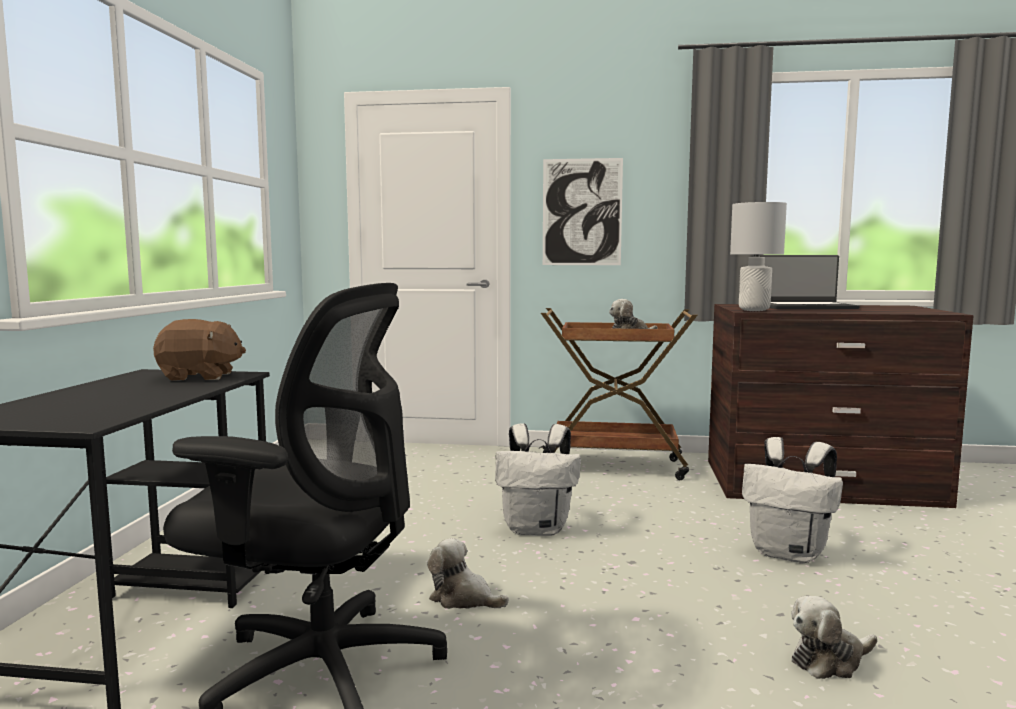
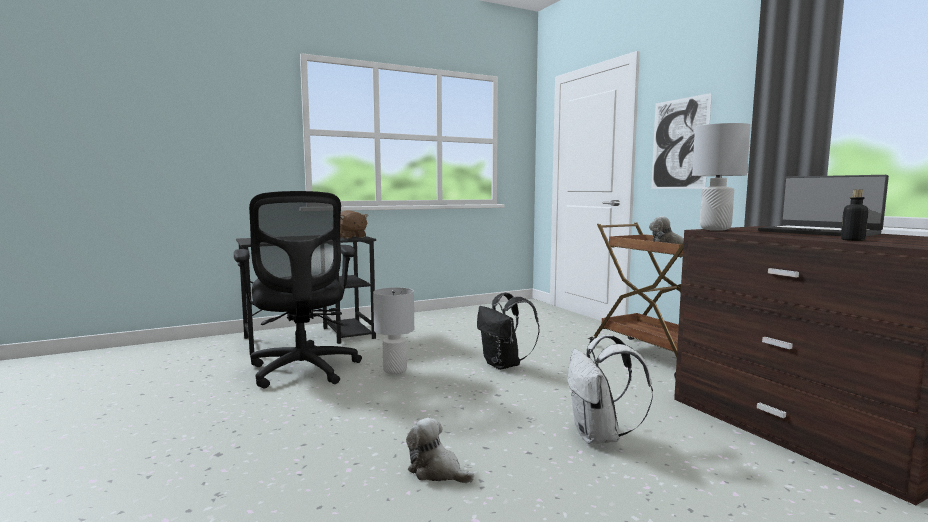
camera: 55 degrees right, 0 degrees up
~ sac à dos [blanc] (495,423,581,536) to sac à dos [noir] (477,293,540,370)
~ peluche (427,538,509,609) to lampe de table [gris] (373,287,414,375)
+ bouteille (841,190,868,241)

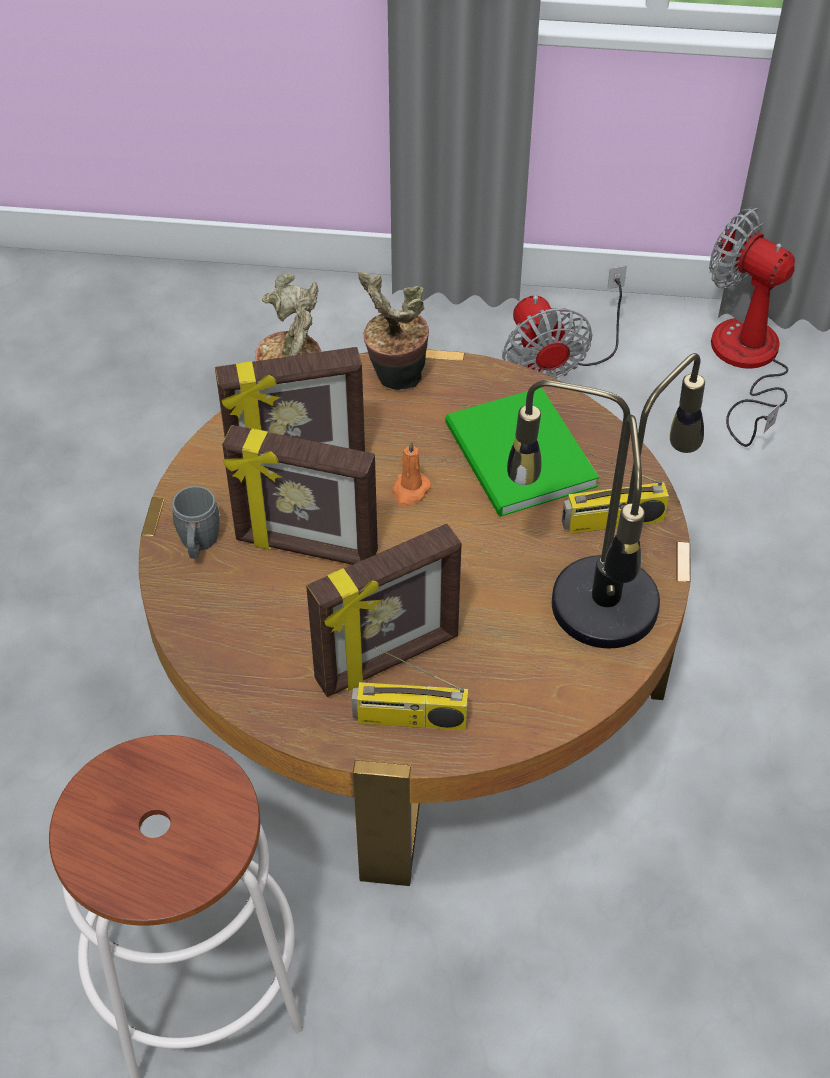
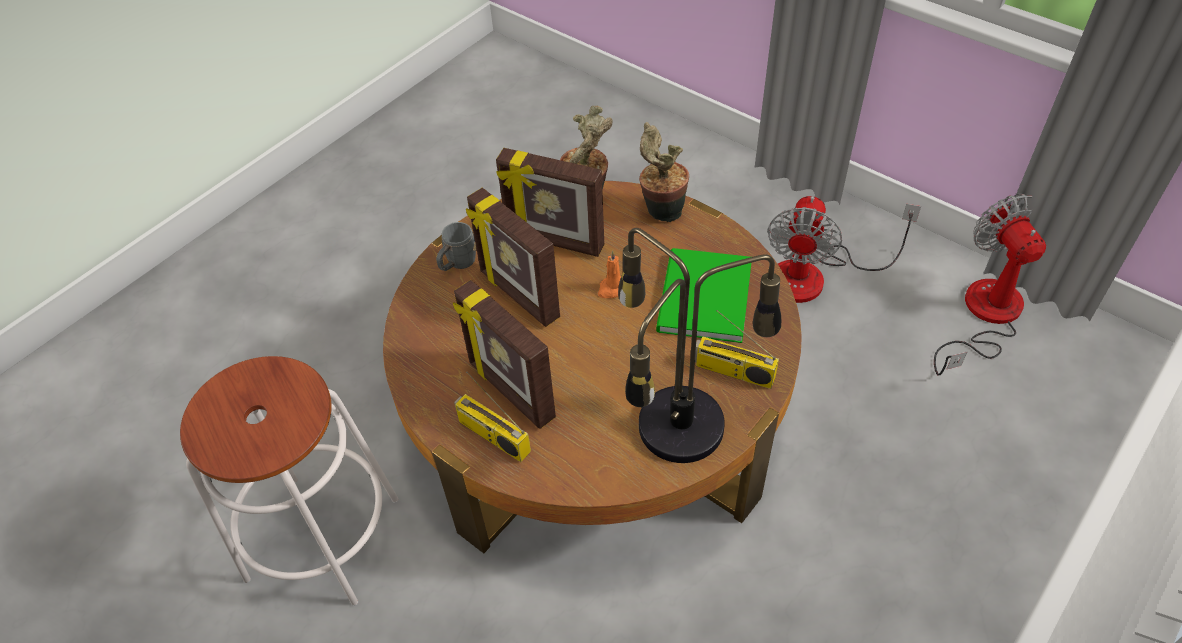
camera: 35 degrees right, 0 degrees up
~ cadre photo (306,524,462,697) = (453,280,556,429) 45 degrees clockwise

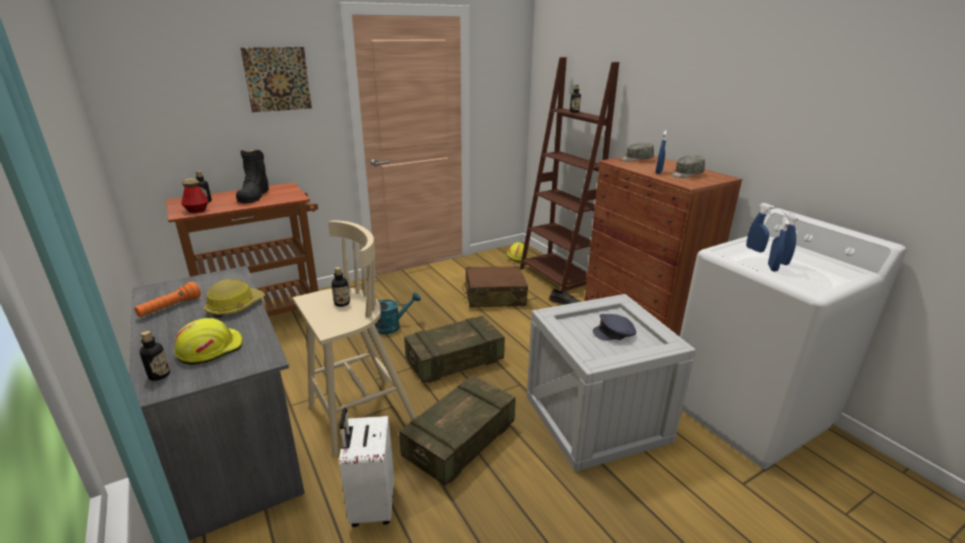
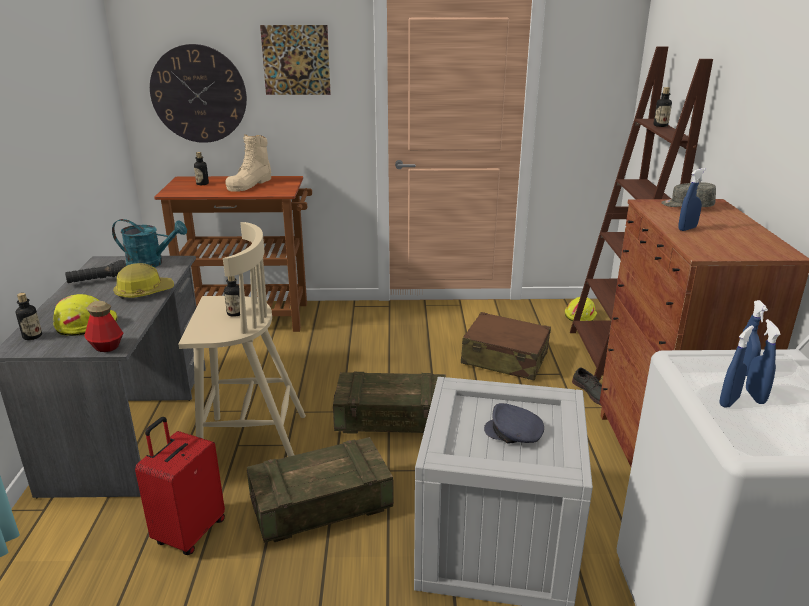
camera: 30 degrees right, 0 degrees up
~ botte [noir] (236,150,269,203) to botte [beige] (226,134,271,192)
- casquette [gris] (671,155,705,178)
~ bouteille (181,178,208,213) to (84,301,123,352)
~ lampe de poche [orange] (134,282,201,317) to lampe de poche [noir] (65,260,126,283)
~ arrosoir [turquoise] (375,292,421,334) to (112,219,187,268)
~ valise [blanc] (339,408,394,527) to valise [rouge] (135,417,225,555)
+ horloge murale (150,44,247,143)

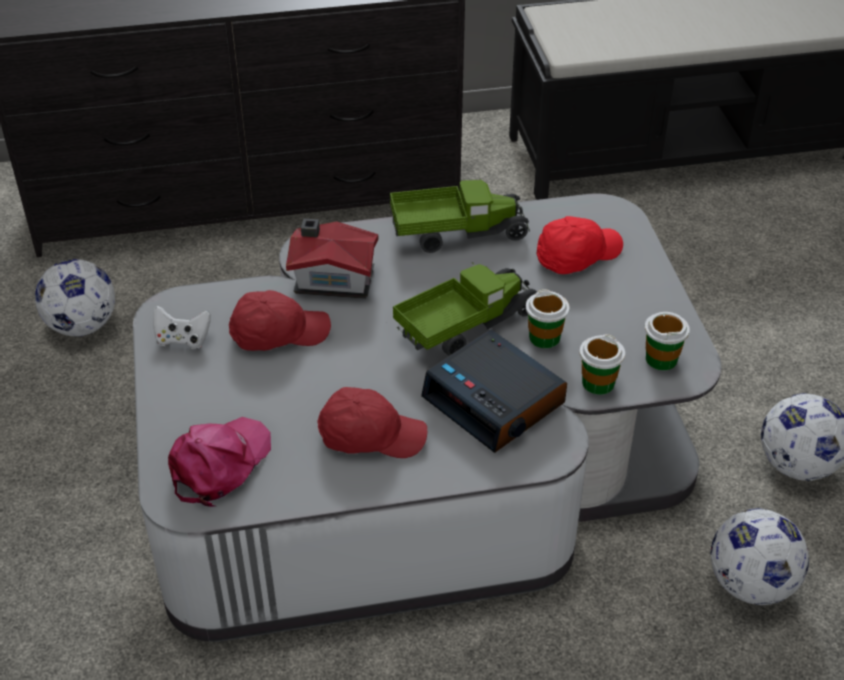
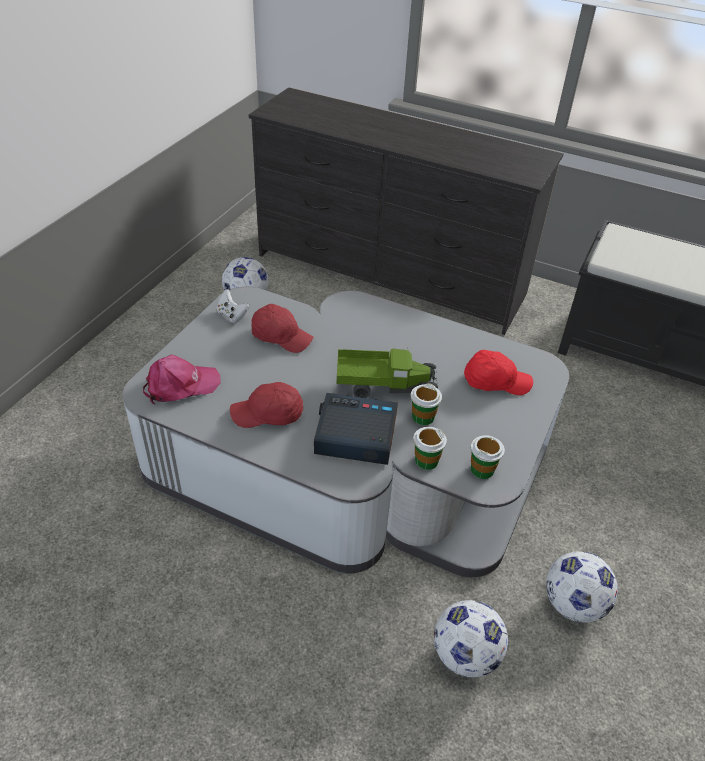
camera: 35 degrees right, 0 degrees up
- camion jouet (390,180,530,253)
- maison miniature (286,218,378,299)
~ réveil (421,329,567,453) = (314,393,398,465) 105 degrees clockwise
~ casquette [rouge] (317,387,427,458) = (230,382,303,428) 135 degrees clockwise

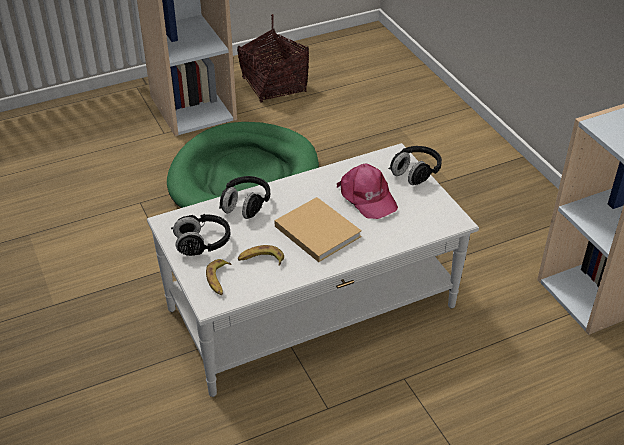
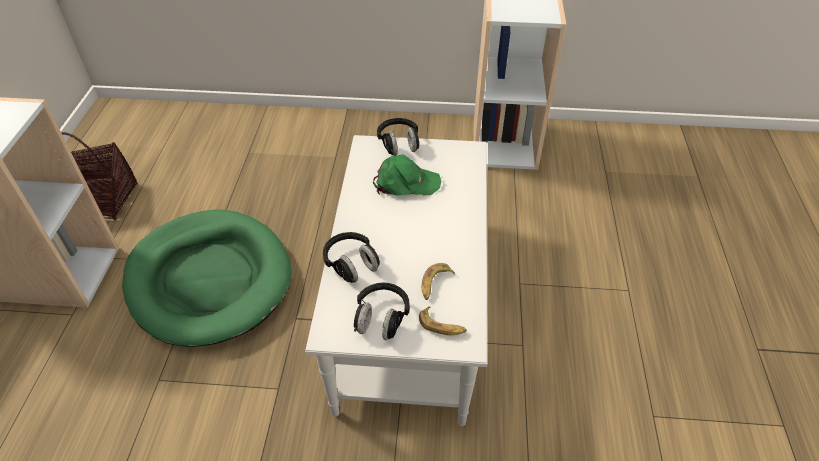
camera: 60 degrees left, 5 degrees up
~ casquette [rose] (337,163,398,219) to casquette [vert] (373,154,441,195)
- livre [beige] (274,197,362,262)

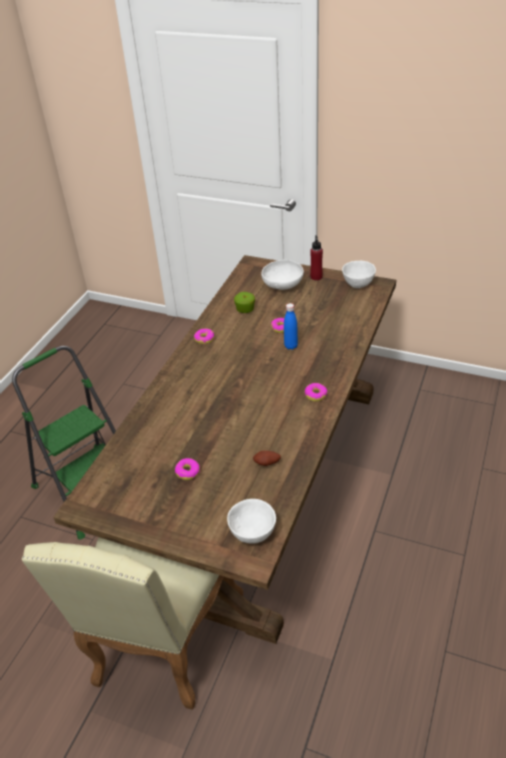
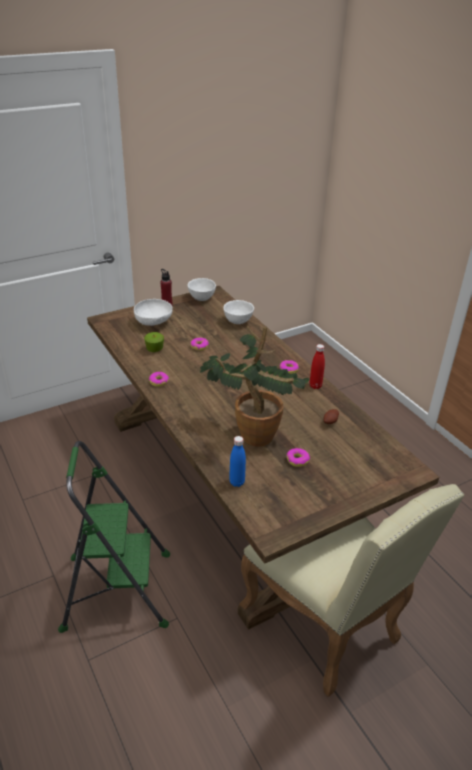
camera: 55 degrees left, 5 degrees down
~ bouteille [bleu] (284,303,298,350) to (229,436,246,487)
~ bol [blanc] (227,499,276,544) to (223,300,254,324)
+ plante en pot (199,326,309,447)
+ bouteille [rouge] (310,344,325,389)

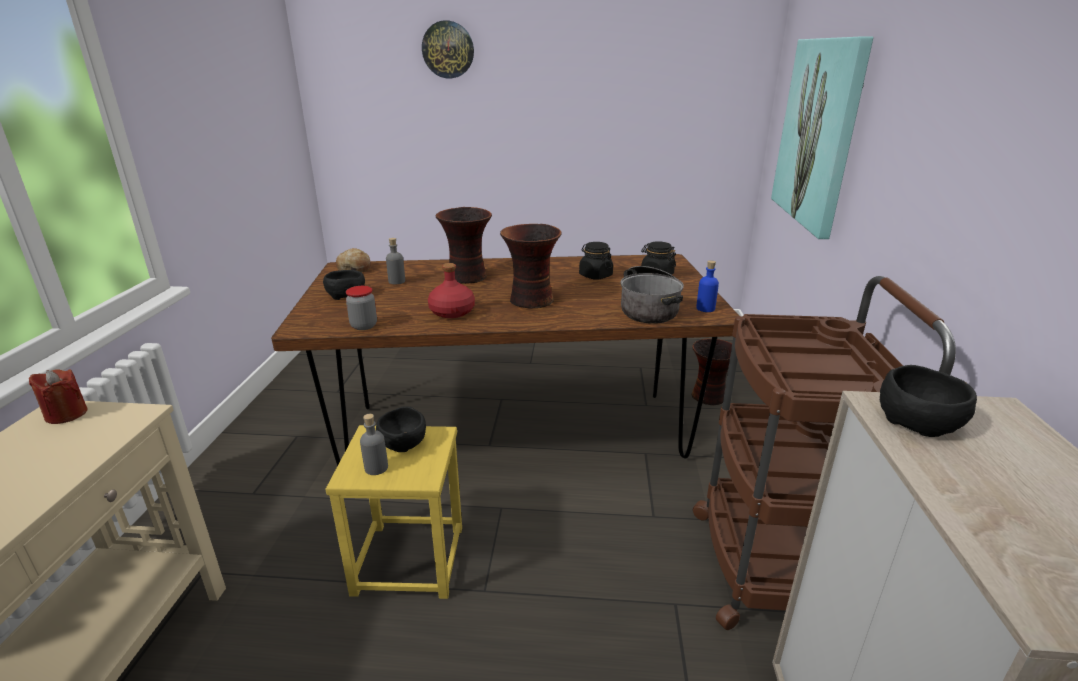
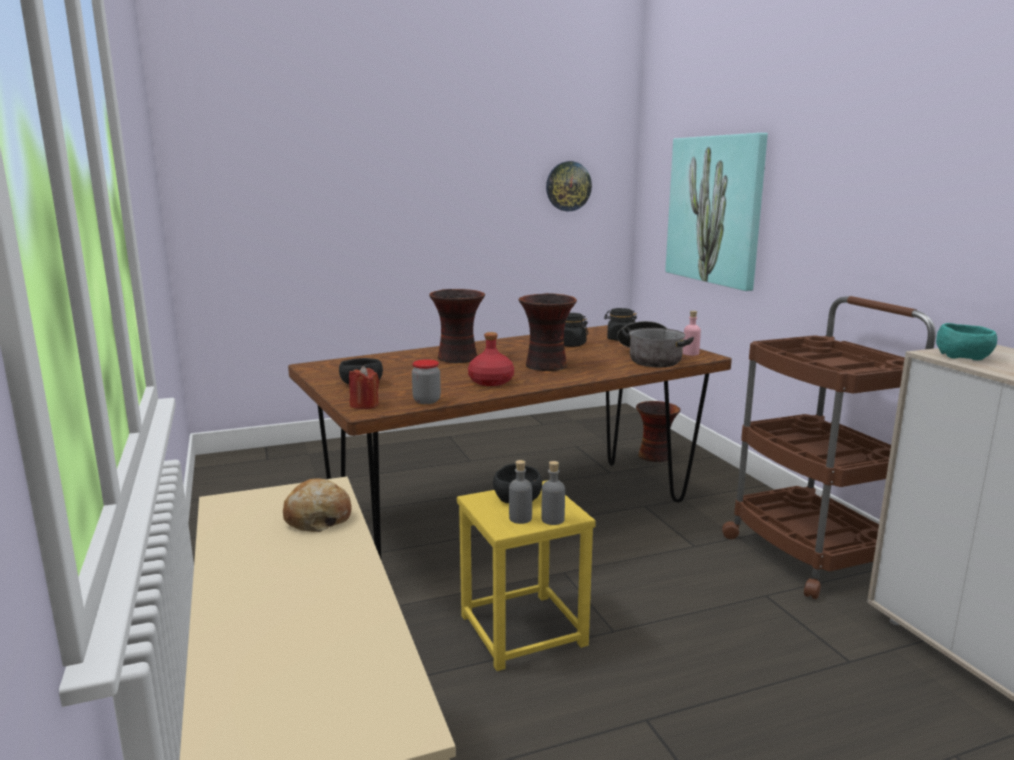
camera: 25 degrees left, 10 degrees down
~ horloge murale (422,20,474,78) to (546,161,592,211)
~ bouteille [gris] (386,238,405,284) to (542,461,565,525)
~ pain (336,248,371,272) to (283,479,351,532)
~ bouteille [bleu] (696,260,719,312) to bouteille [rose] (683,311,701,356)
~ bol [noir] (880,365,977,437) to bol [turquoise] (936,323,997,360)
~ bougie [rouge] (29,369,87,424) to (349,366,379,409)

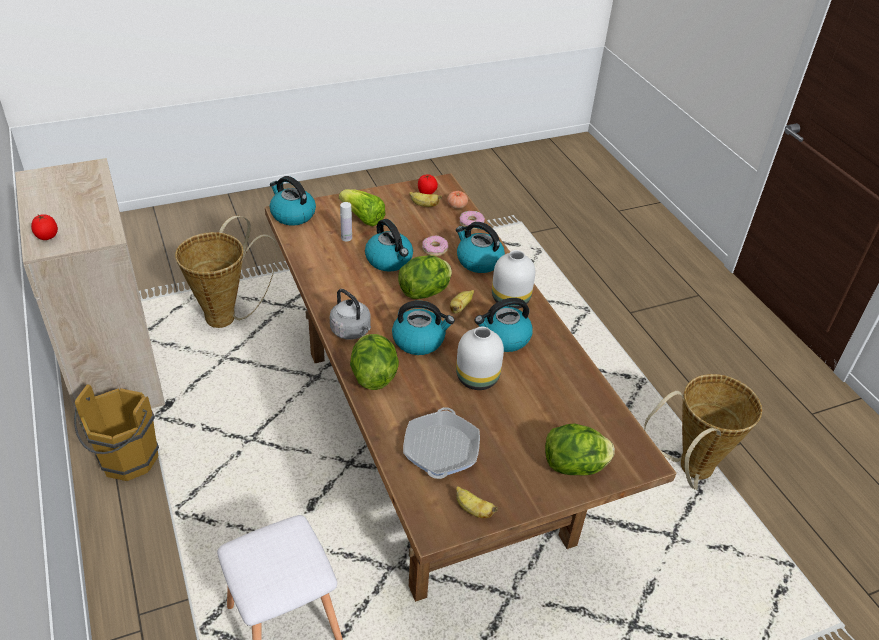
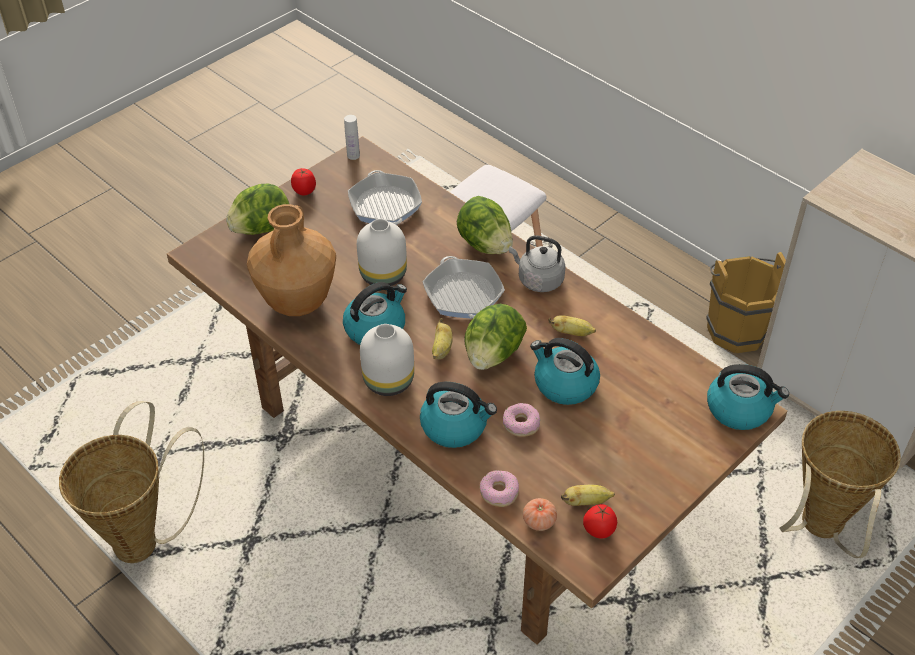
camera: 160 degrees right, 5 degrees up
- laitue (339,189,386,226)
~ bouteille [blanc] (340,202,352,241) to (344,115,360,160)
~ tomate (31,214,58,240) to (291,168,316,196)
~ bouilloire (392,301,455,355) to poêle (422,256,505,319)
~ banane (456,486,498,518) to (548,315,596,336)
+ vase [marron] (247,204,336,316)

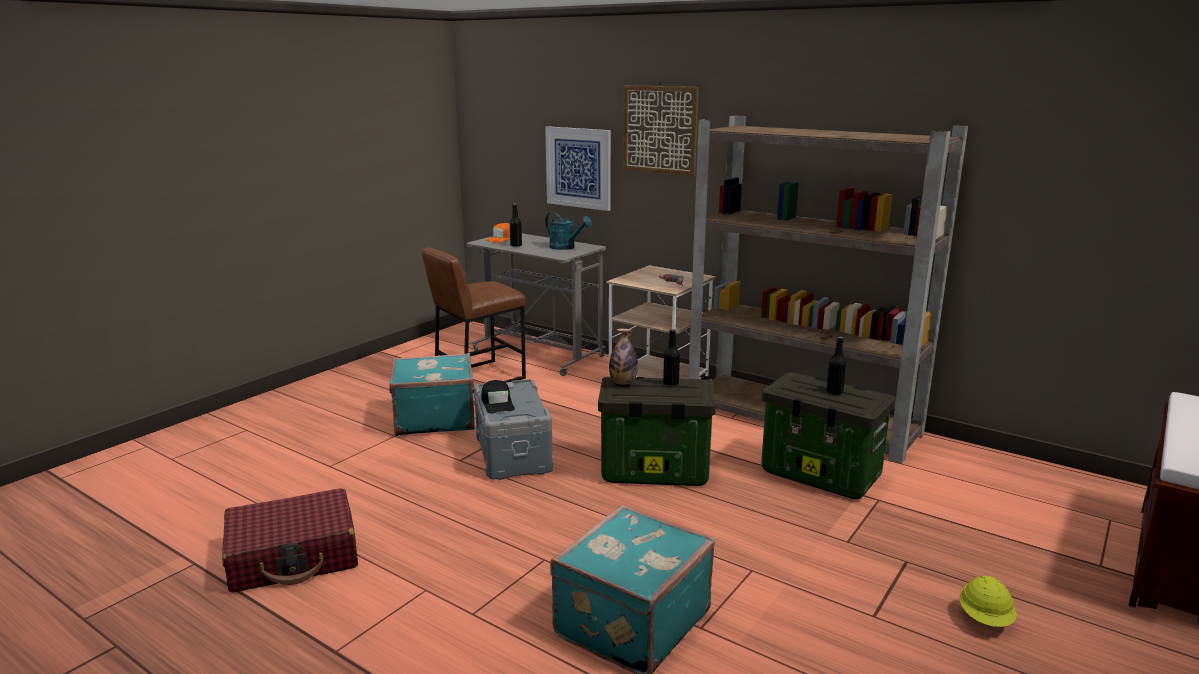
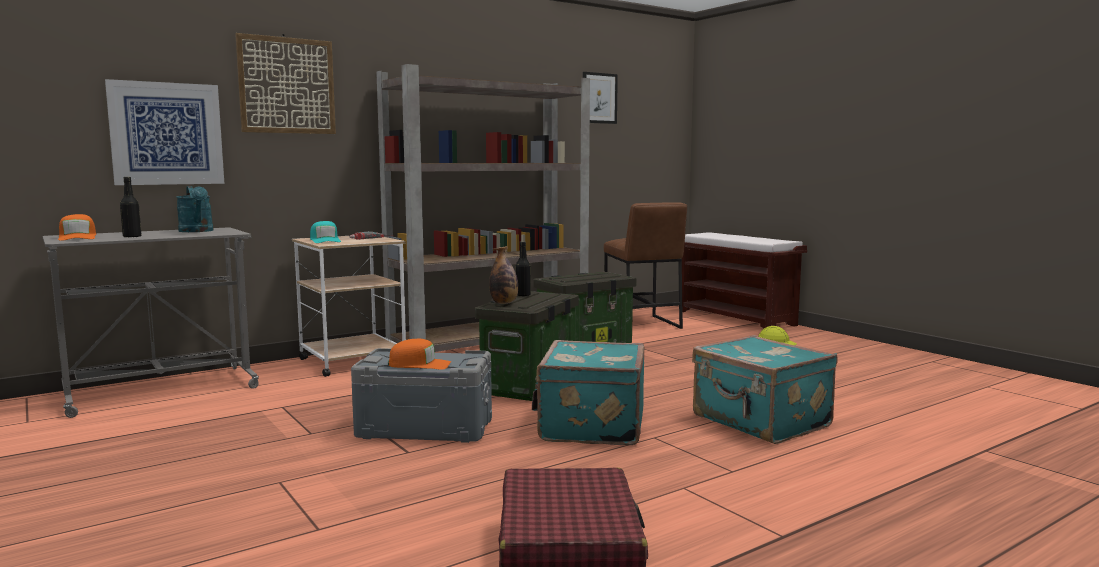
camera: 70 degrees left, 10 degrees down
~ arrosoir [turquoise] (545,212,592,250) = (177,186,213,232) 90 degrees clockwise
~ chaise [marron] (422,247,526,393) to (604,203,687,329)
- bouteille [noir] (826,336,846,395)
~ valise [turquoise] (389,353,475,436) to (532,340,644,445)
~ casquette [noir] (481,380,515,414) to casquette [orange] (388,339,451,370)
+ tableau (583,72,618,124)
+ casquette [turquoise] (310,221,341,243)

